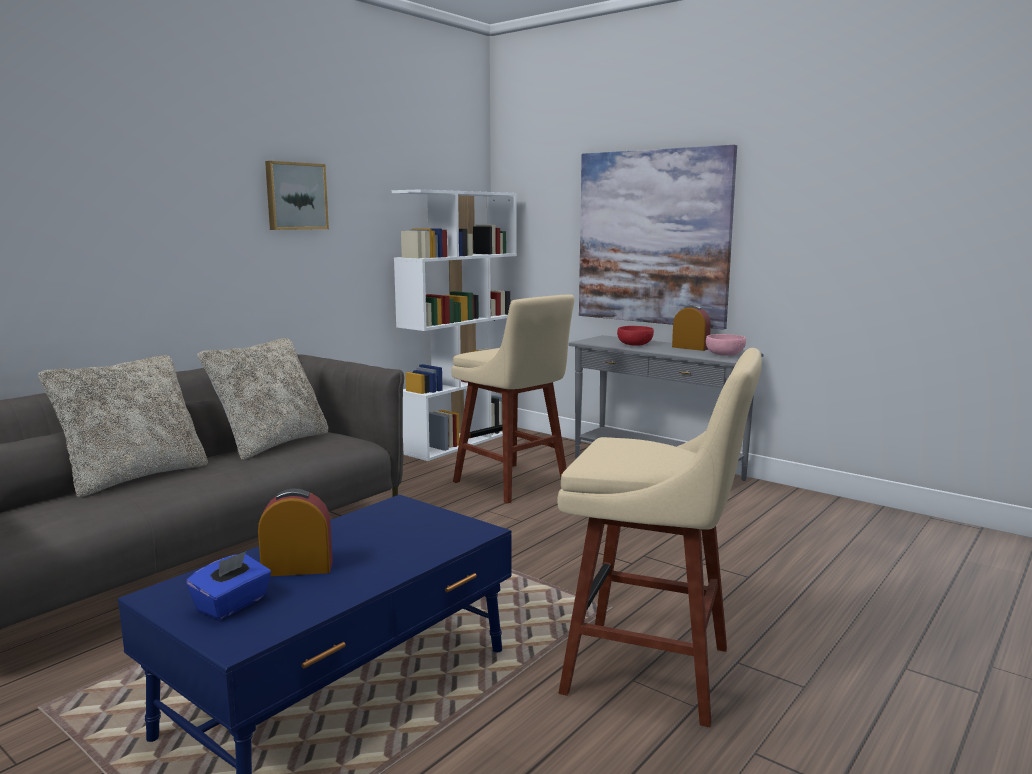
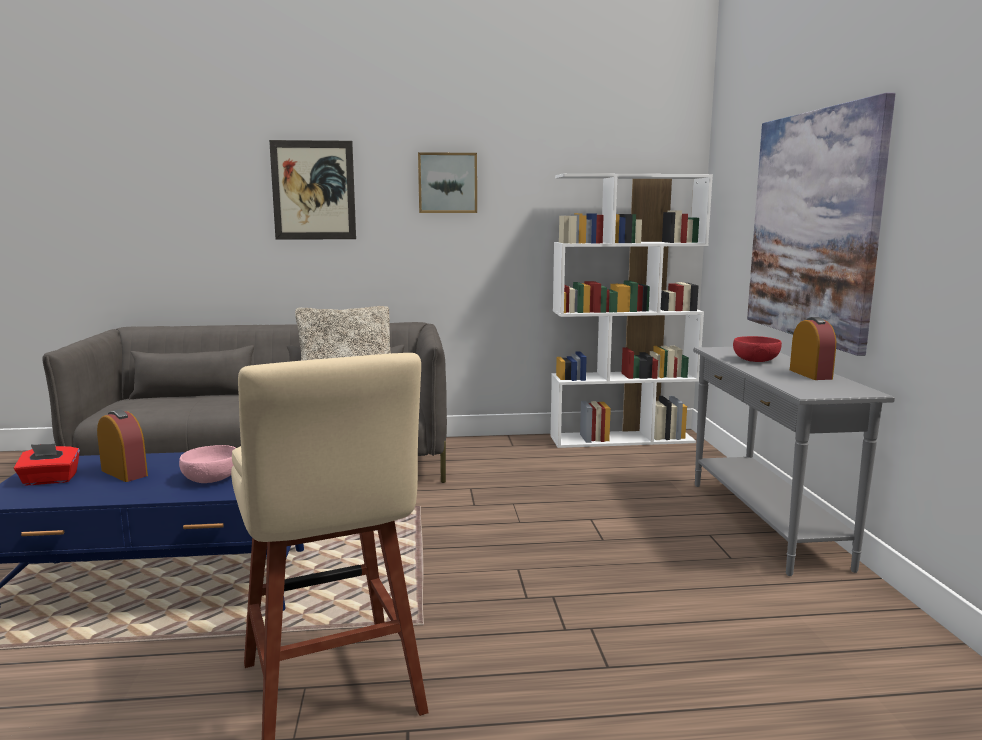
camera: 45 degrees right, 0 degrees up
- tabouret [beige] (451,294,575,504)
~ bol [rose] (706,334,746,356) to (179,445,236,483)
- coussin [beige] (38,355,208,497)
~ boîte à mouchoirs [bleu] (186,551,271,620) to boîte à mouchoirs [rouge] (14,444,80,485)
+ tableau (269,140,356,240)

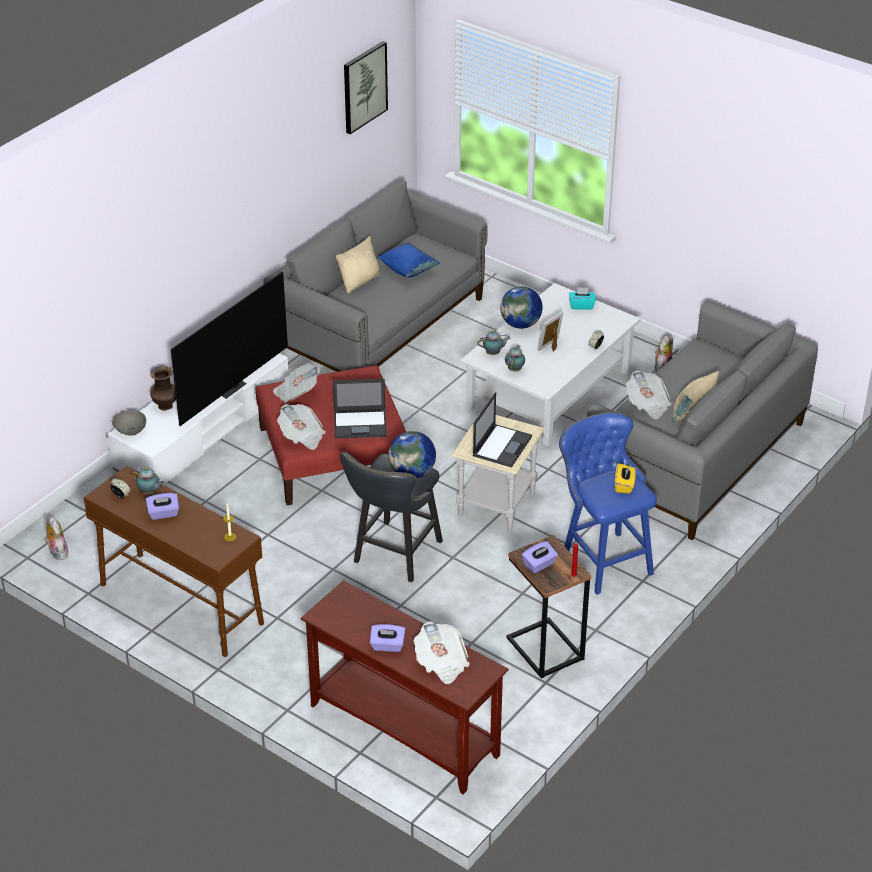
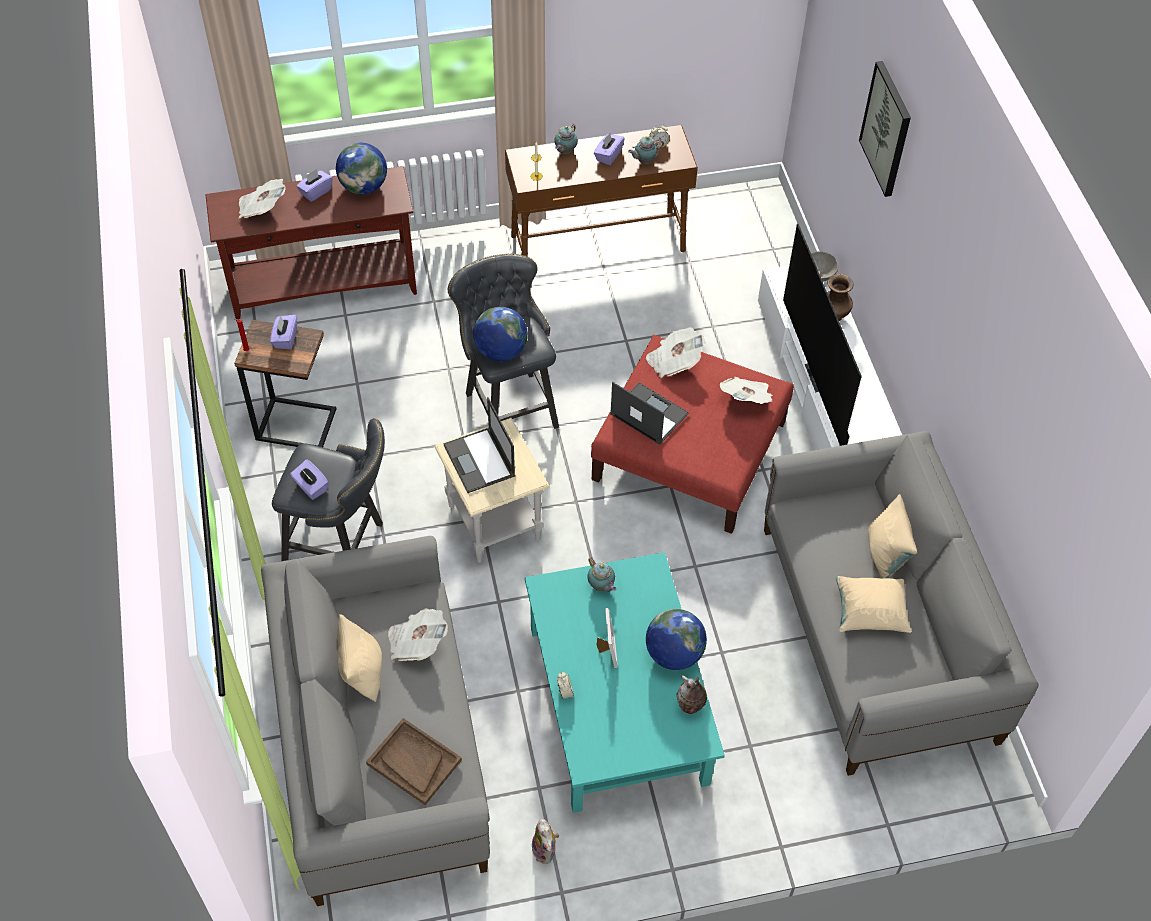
camera: 130 degrees right, 15 degrees up
~ tableau (344,41,388,134) to (859,61,911,197)
~ coussin [bleu] (378,243,440,278) to coussin [beige] (836,576,912,633)
~ table basse [blanc] (460,283,641,446) to table basse [turquoise] (525,552,725,813)
- boîte à mouchoirs [turquoise] (569,287,596,310)
~ théière (477,330,510,355) to (554,124,578,154)
~ ordinateur portable (333,379,387,439) = (610,382,689,445) 90 degrees clockwise
~ tabouret [bleu] (559,412,657,595) to tabouret [gris] (272,418,385,561)
~ boîte à mouchoirs [jaune] (615,463,636,494) to boîte à mouchoirs [violet] (290,459,329,500)
- peluche (45,517,68,560)
+ globe (336,143,387,194)
+ vase (677,675,707,714)
+ plateau [marron] (366,718,462,805)

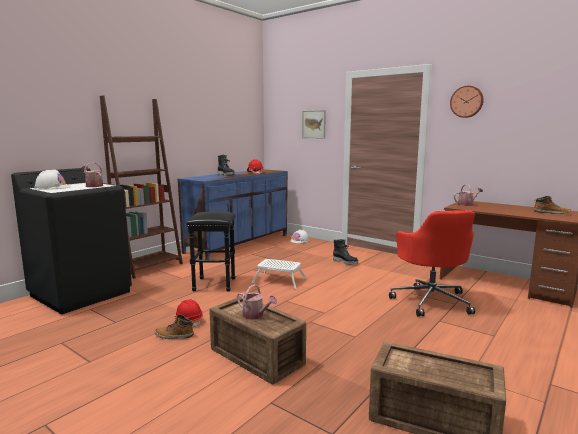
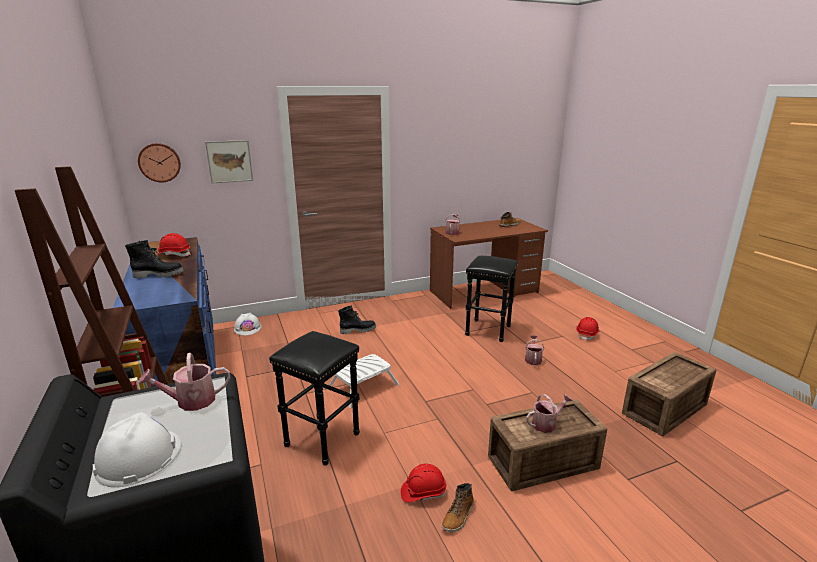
camera: 60 degrees left, 10 degrees up
~ horloge murale (450,85,484,118) to (138,143,181,183)
~ chaise de bureau [rouge] (389,210,475,316) to tabouret [noir] (465,256,518,342)
+ casque de chantier [rouge] (576,317,599,341)
+ arrosoir (525,335,544,365)

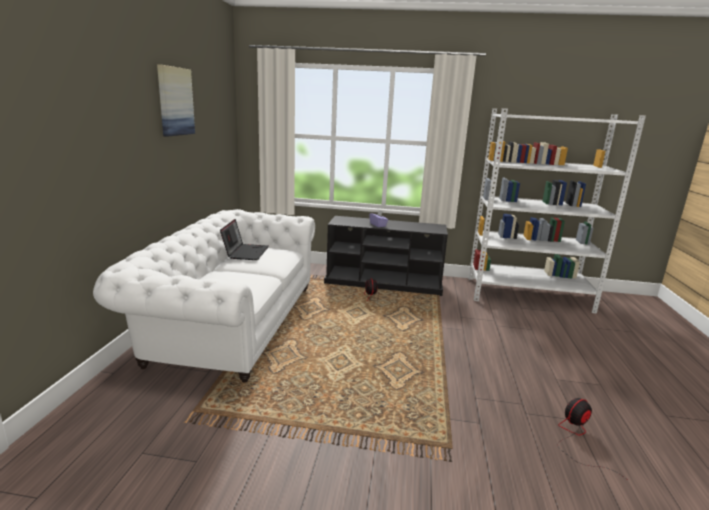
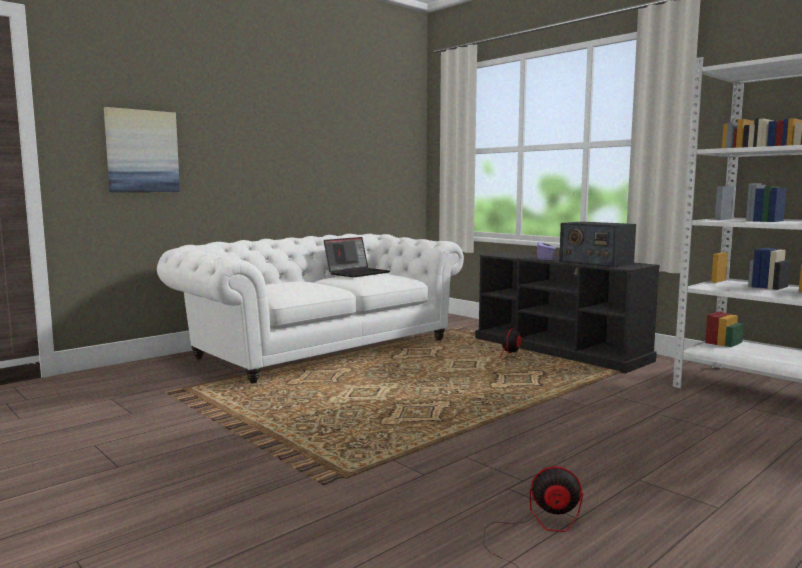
camera: 40 degrees right, 10 degrees down
~ tableau (157,64,195,137) to (104,107,180,192)
+ radio (559,222,636,268)

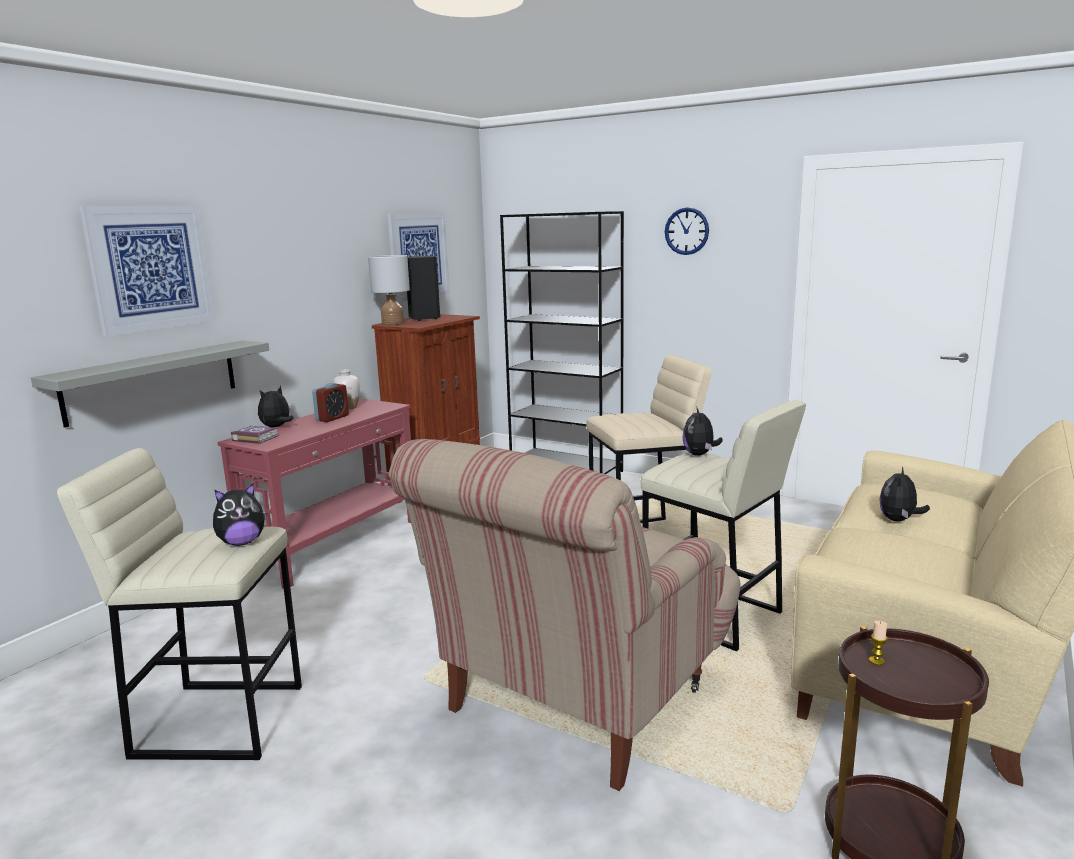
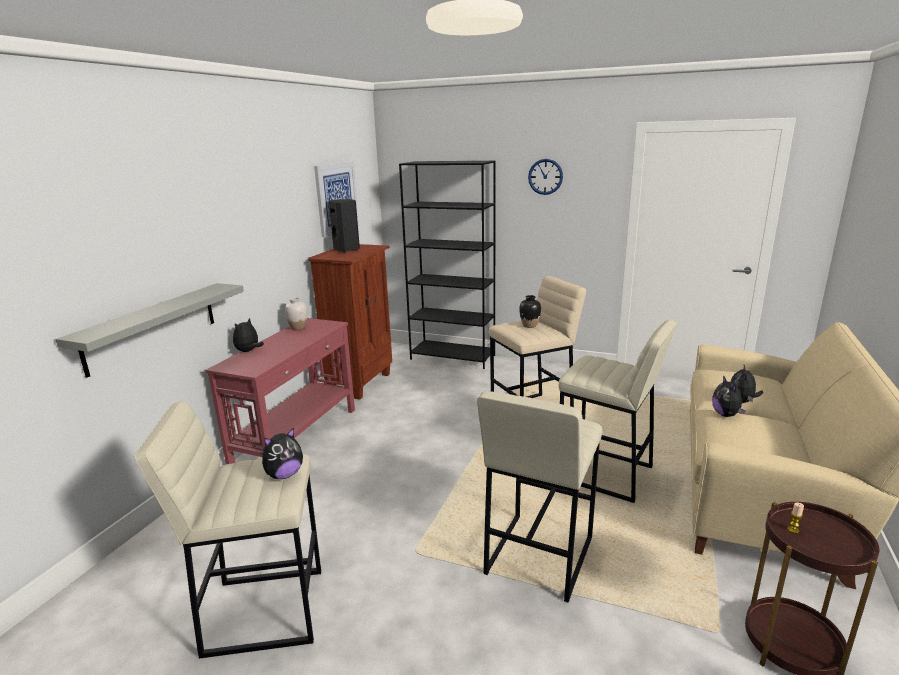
camera: 10 degrees left, 5 degrees up
- tableau (79,206,215,336)
- lampe de table [gris] (368,255,410,325)
- réveil (312,383,349,422)
~ peluche (682,406,722,456) to (712,375,746,417)
- livre (231,426,279,444)
~ fauteuil [beige] (389,439,740,791) to tabouret [beige] (477,391,602,603)
+ vase [noir] (519,295,541,328)

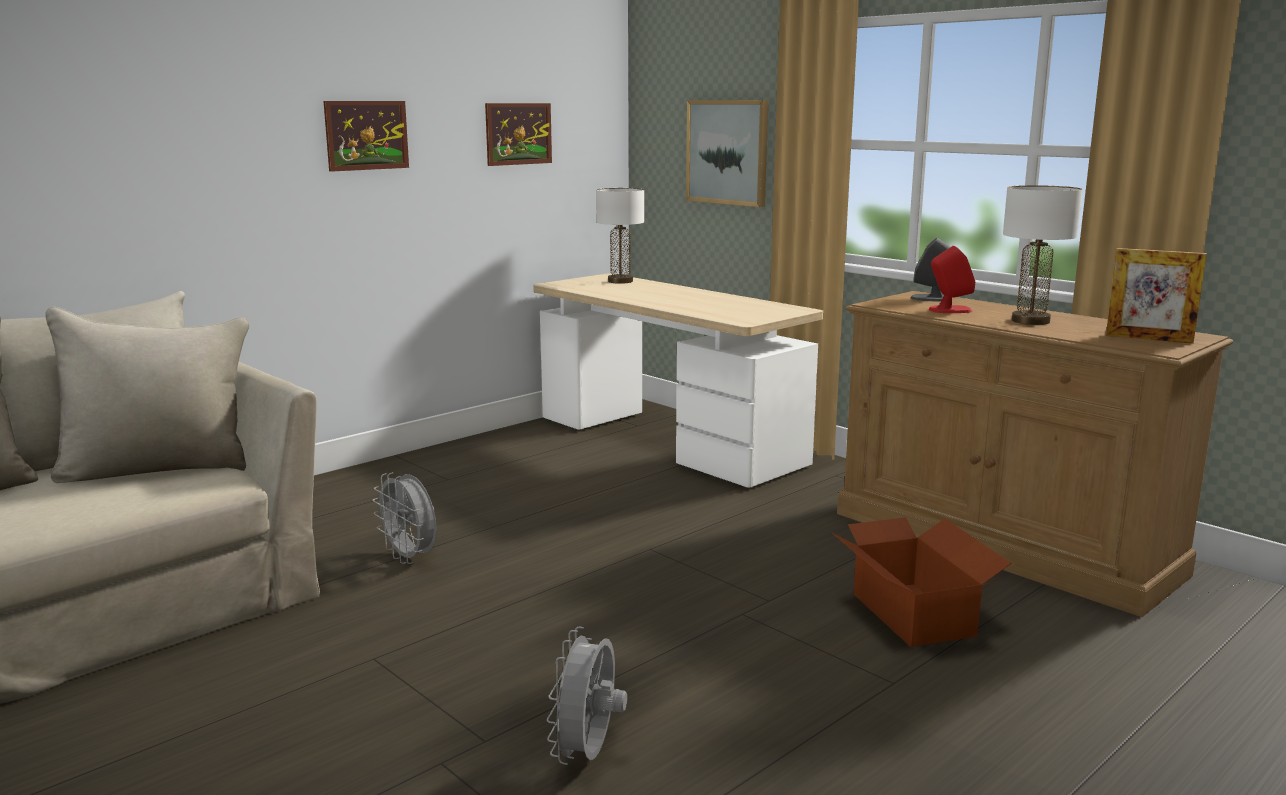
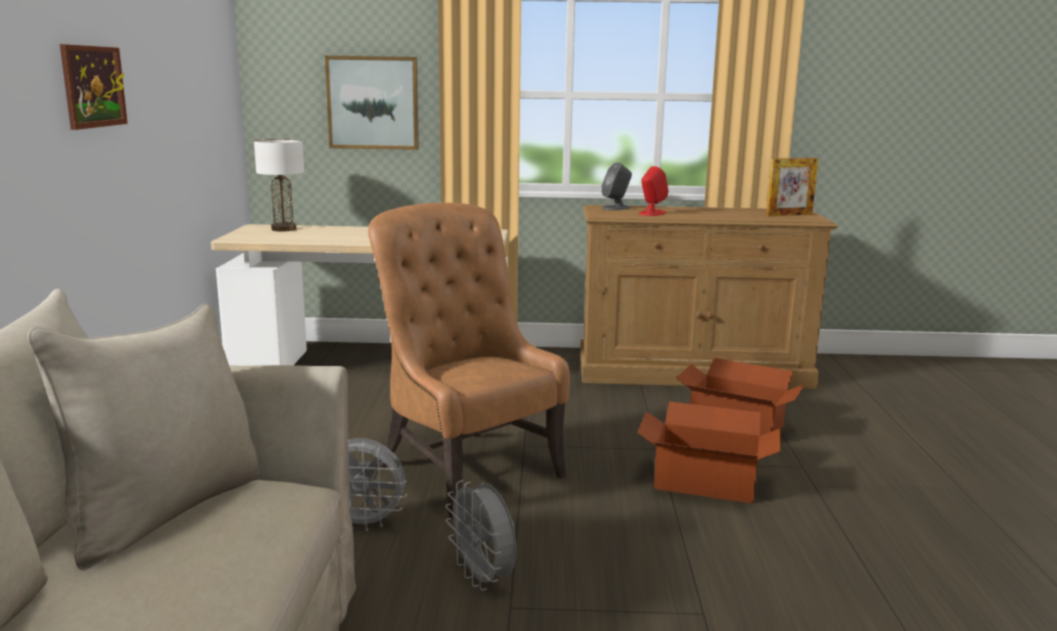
camera: 45 degrees left, 0 degrees up
- tableau (485,103,552,166)
- lampe de table (1003,185,1083,325)
~ ventilateur [gris] (547,627,627,765) to (445,480,516,591)
+ chaise [marron] (368,203,570,520)
+ carton (637,402,781,503)

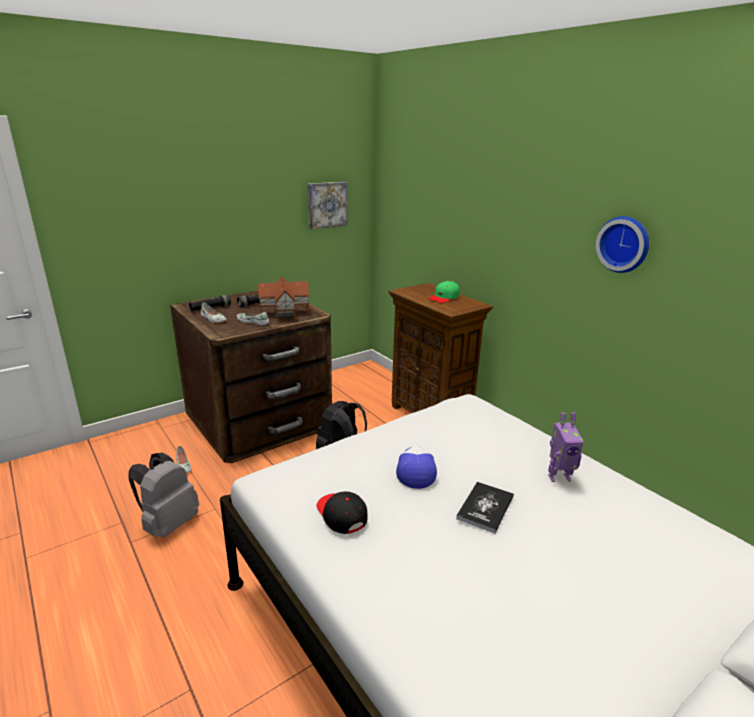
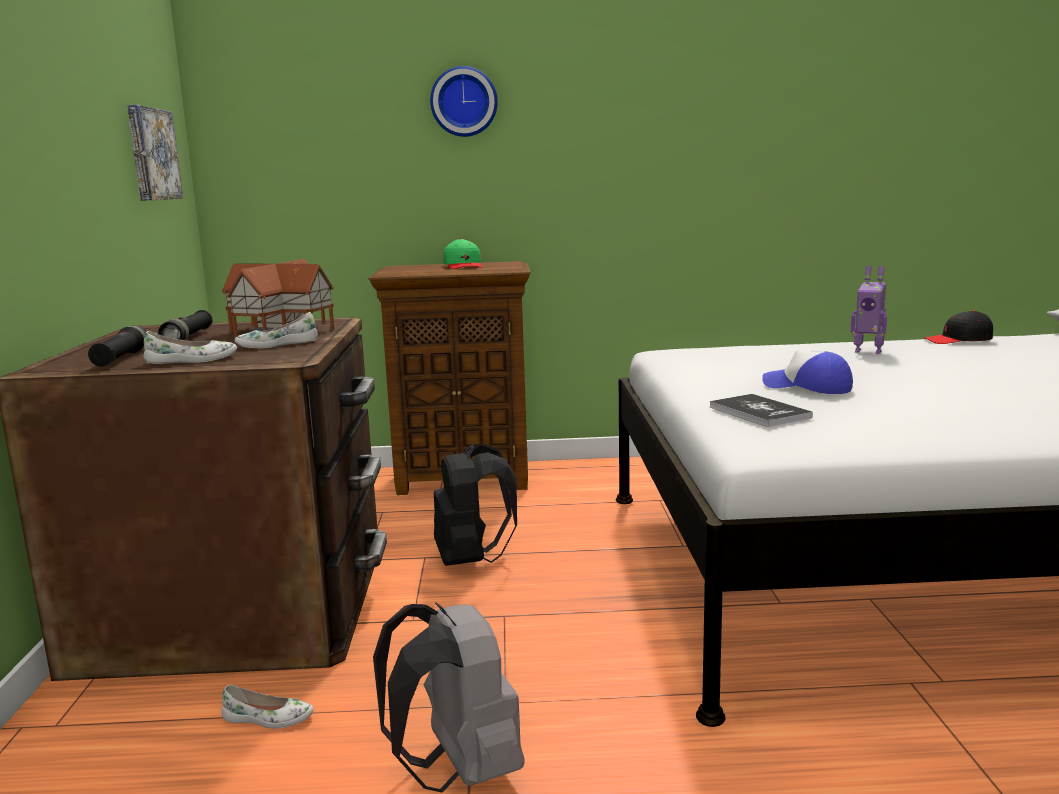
camera: 55 degrees left, 10 degrees down
~ horloge murale (596,216,649,273) to (430,66,498,137)
~ robot jouet (548,412,584,482) = (851,266,887,354) 90 degrees clockwise
~ livre (456,482,514,533) to (710,394,813,427)
~ casquette [noir] (317,491,368,534) to (924,310,993,344)

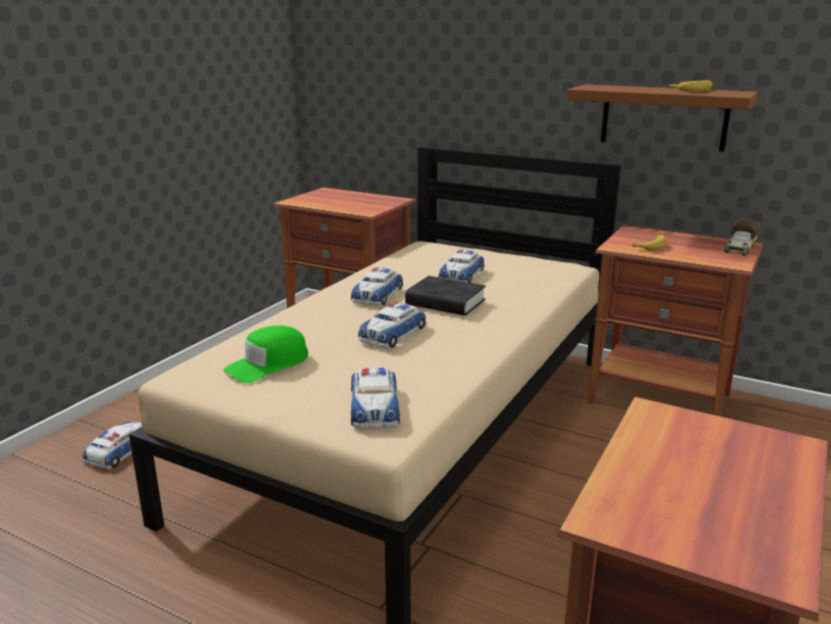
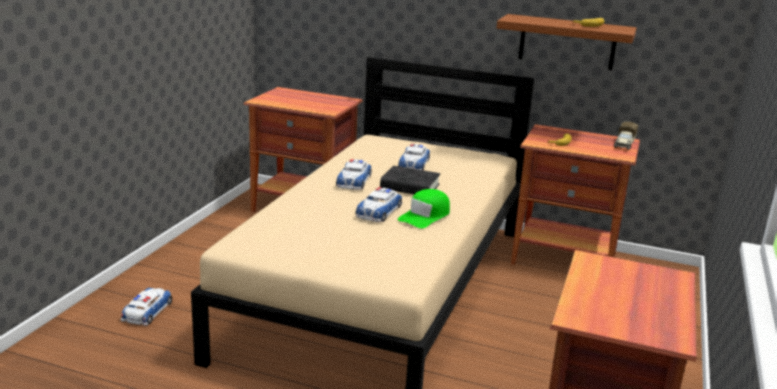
camera: 10 degrees left, 0 degrees up
~ casquette [vert] (223,325,308,383) to (398,189,450,228)
- petite voiture (351,367,400,429)

